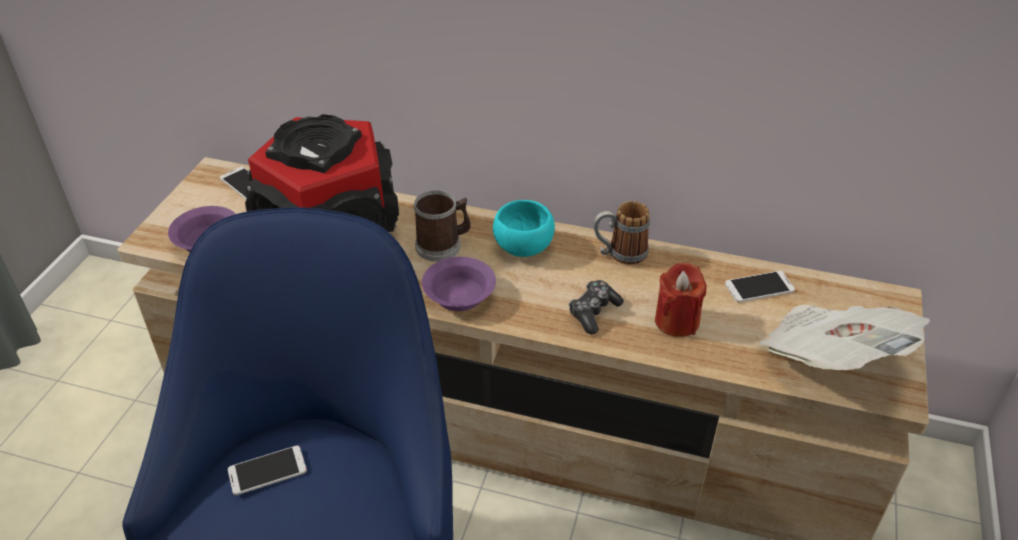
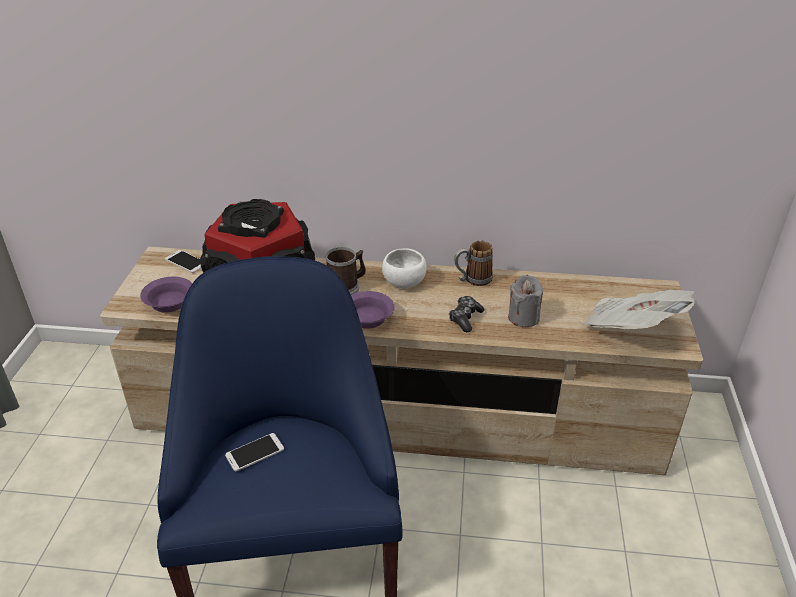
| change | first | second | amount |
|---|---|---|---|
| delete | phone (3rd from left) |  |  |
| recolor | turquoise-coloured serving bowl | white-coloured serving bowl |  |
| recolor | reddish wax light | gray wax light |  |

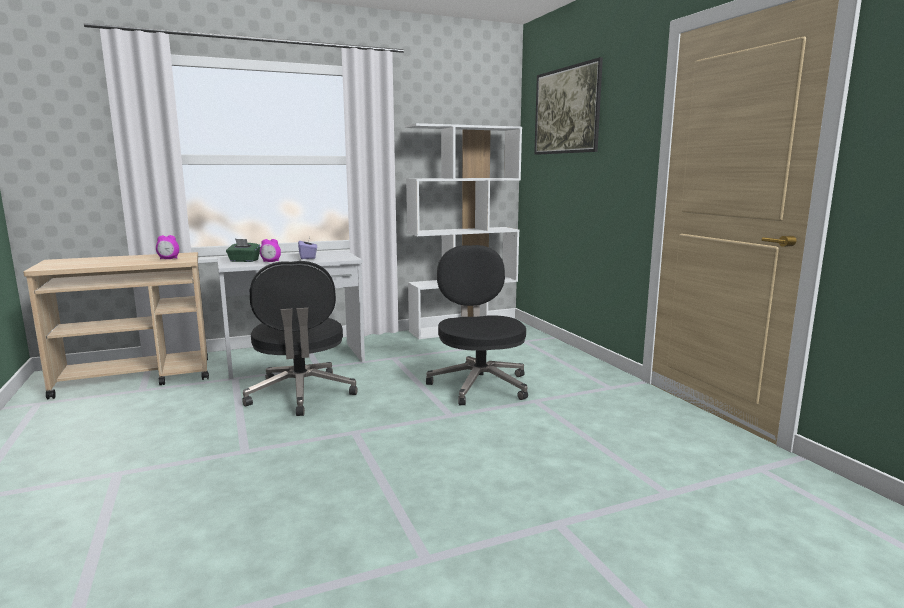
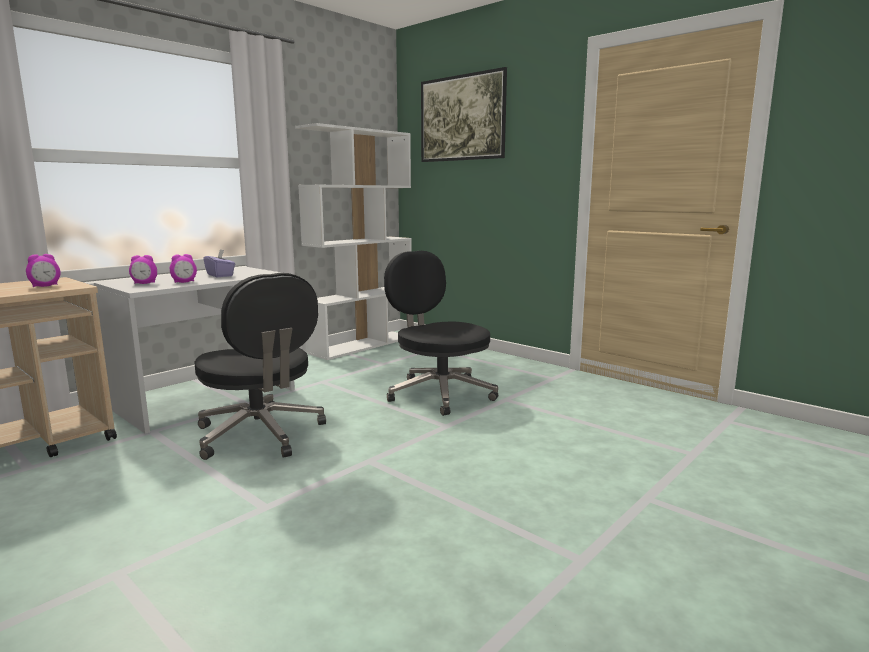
| change | first | second | amount |
|---|---|---|---|
| replace | green-coloured tissue holder | alarm clock (2nd from left) |  |

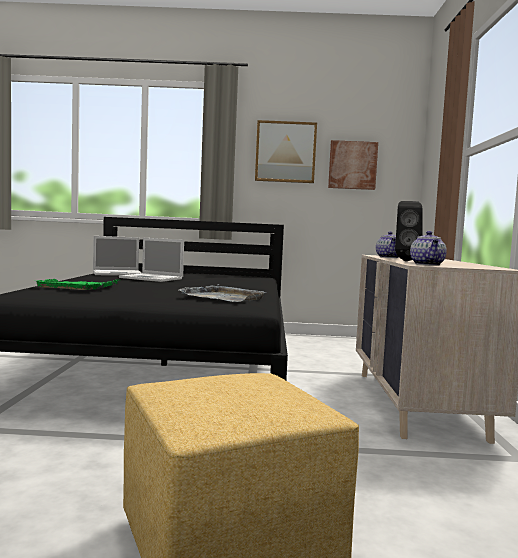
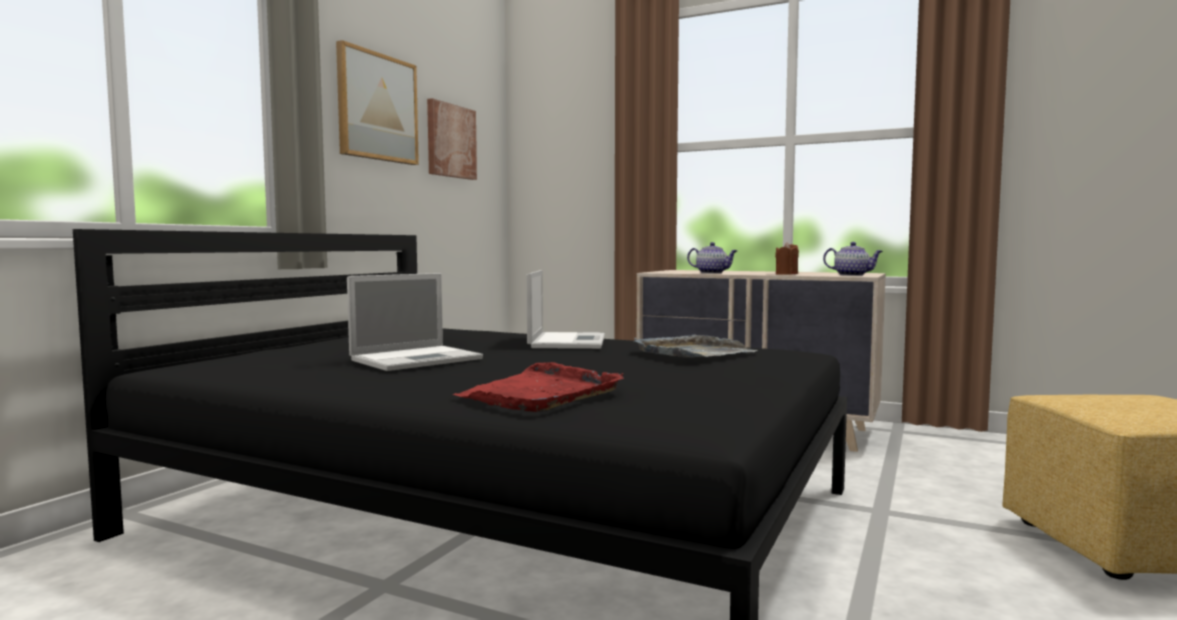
| change | first | second | amount |
|---|---|---|---|
| move | portable computer (1st from left in the first image) | portable computer (2nd from left) |  |
| replace | black-coloured speaker | brown-coloured wax light |  |
| recolor | green-coloured carrying tray | reddish carrying tray |  |

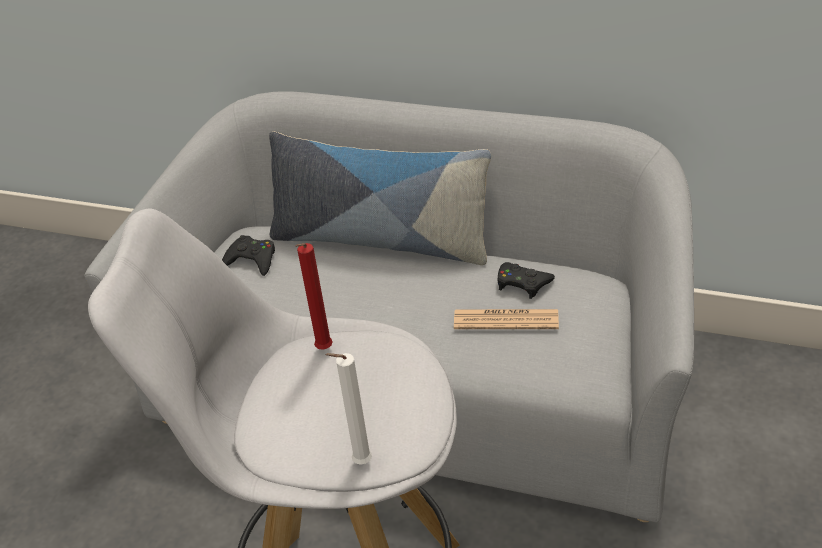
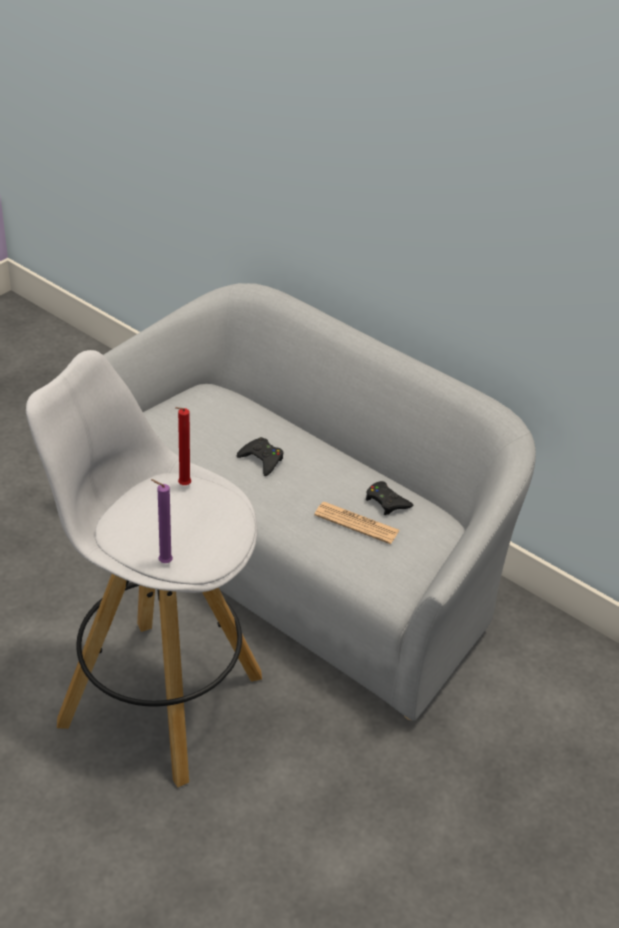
| change | first | second | amount |
|---|---|---|---|
| delete | cushion |  |  |
| move | black-coloured game controller (1st from left) |  |  |
| recolor | white-coloured wax light | purple wax light |  |

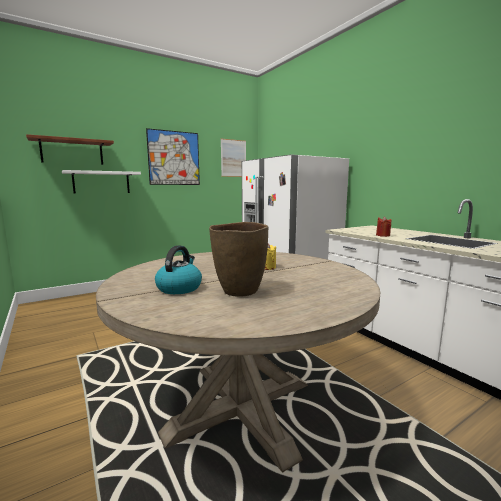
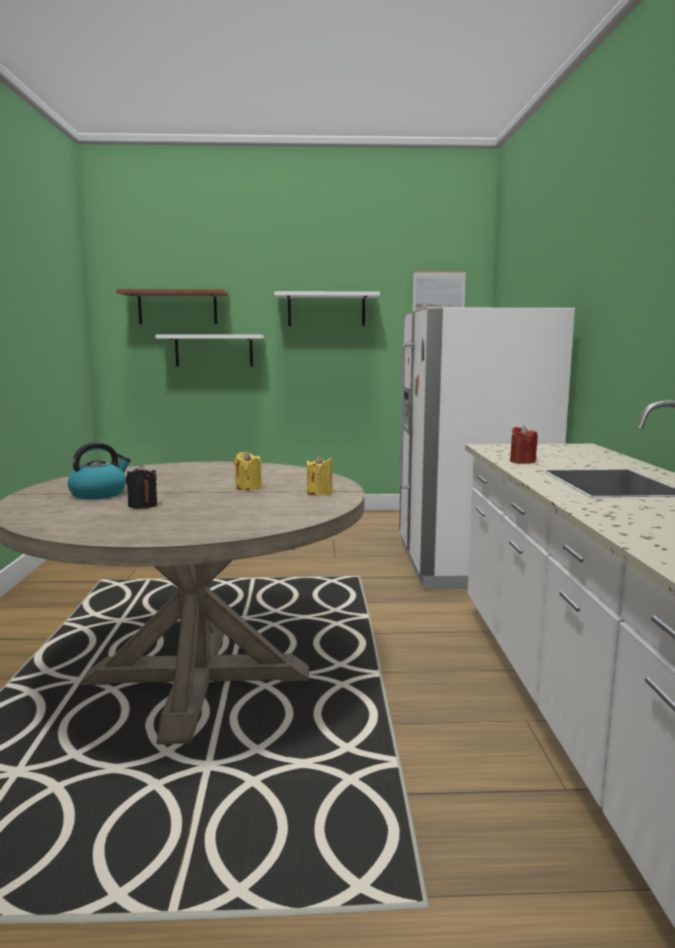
| change | first | second | amount |
|---|---|---|---|
| insert |  | yellow-coloured wax light (2nd from left) |  |
| replace | wall picture (1st from left) | white-coloured wall shelf (2nd from left) |  |
| replace | brown-coloured vase | black-coloured wax light |  |

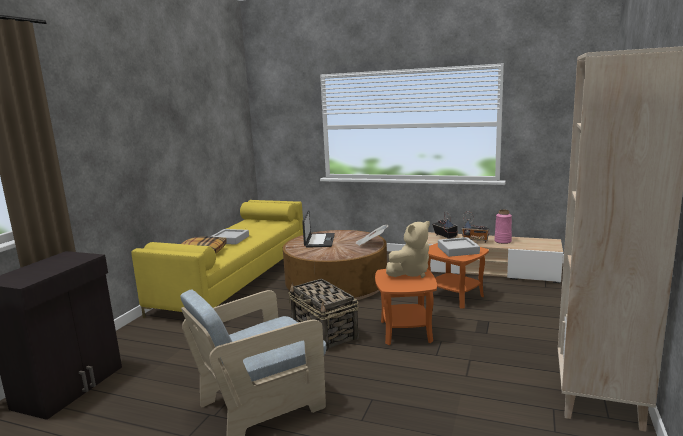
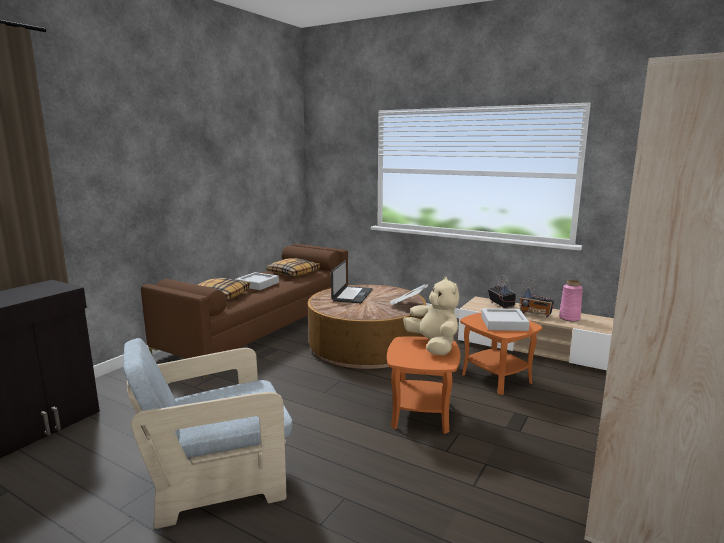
| change | first | second | amount |
|---|---|---|---|
| delete | household basket |  |  |
| insert |  | cushion (2nd from left) |  |
| recolor | yellow-coloured settee | brown-coloured settee |  |
| rotate | beige plush toy |  | 90 degrees counterclockwise |

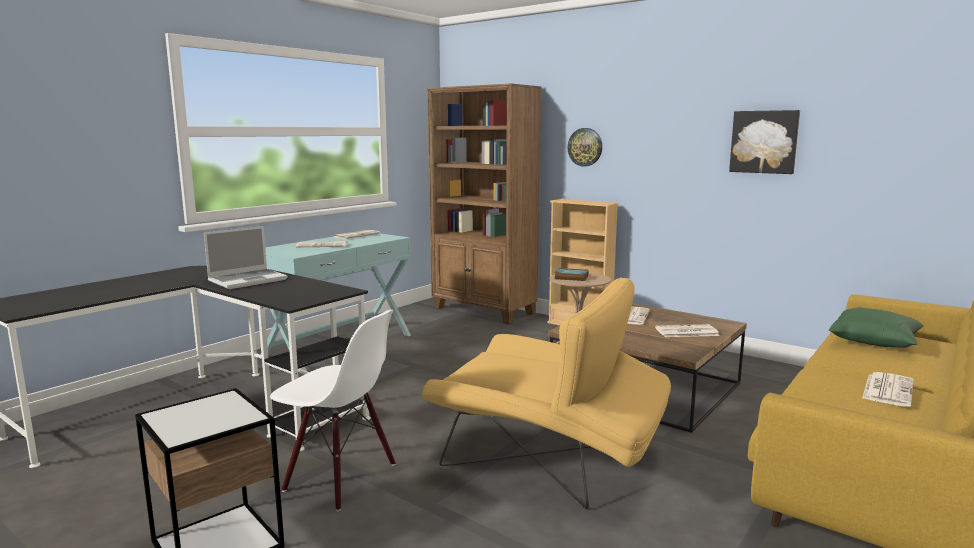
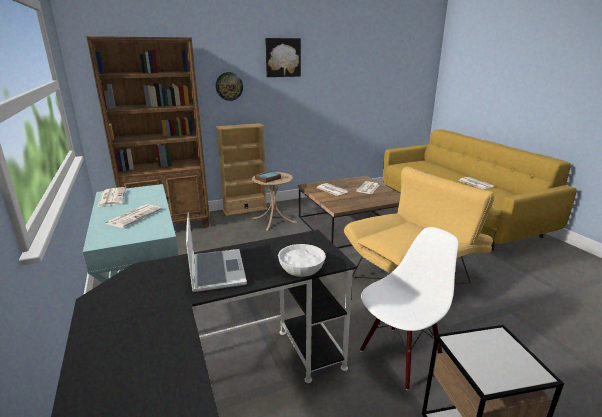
| change | first | second | amount |
|---|---|---|---|
| delete | green-coloured cushion |  |  |
| insert |  | white-coloured serving bowl |  |
| move | wall picture |  |  |

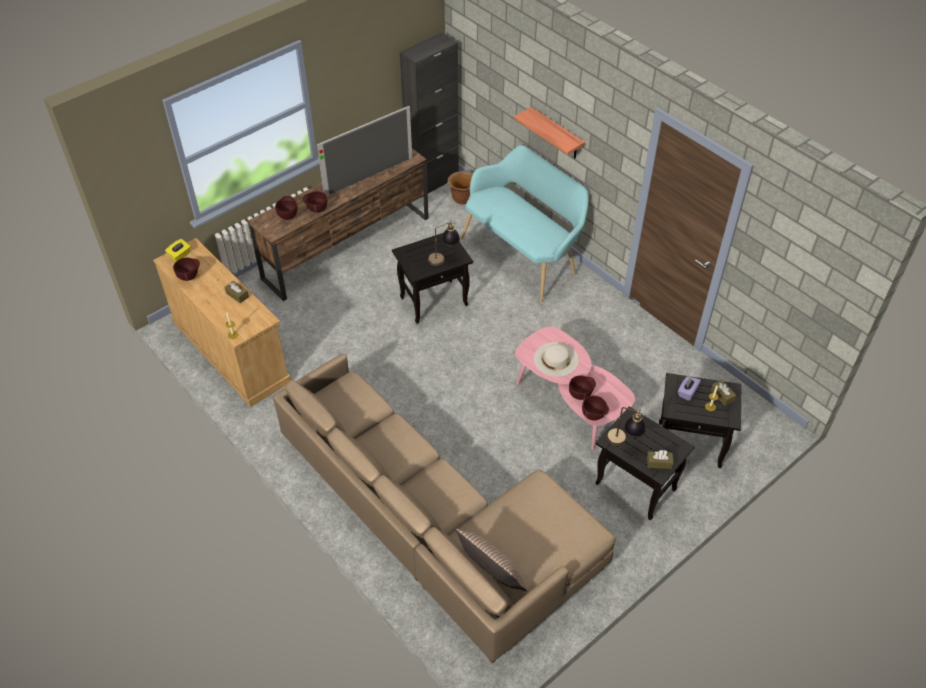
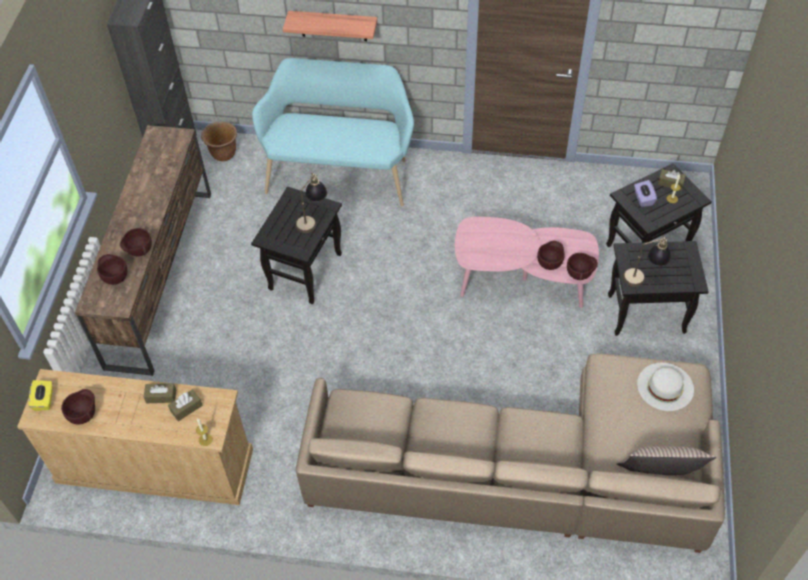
| change | first | second | amount |
|---|---|---|---|
| delete | TV |  |  |
| move | white-coloured hat |  |  |
| move | brown-coloured tissue holder (2nd from left) |  |  |

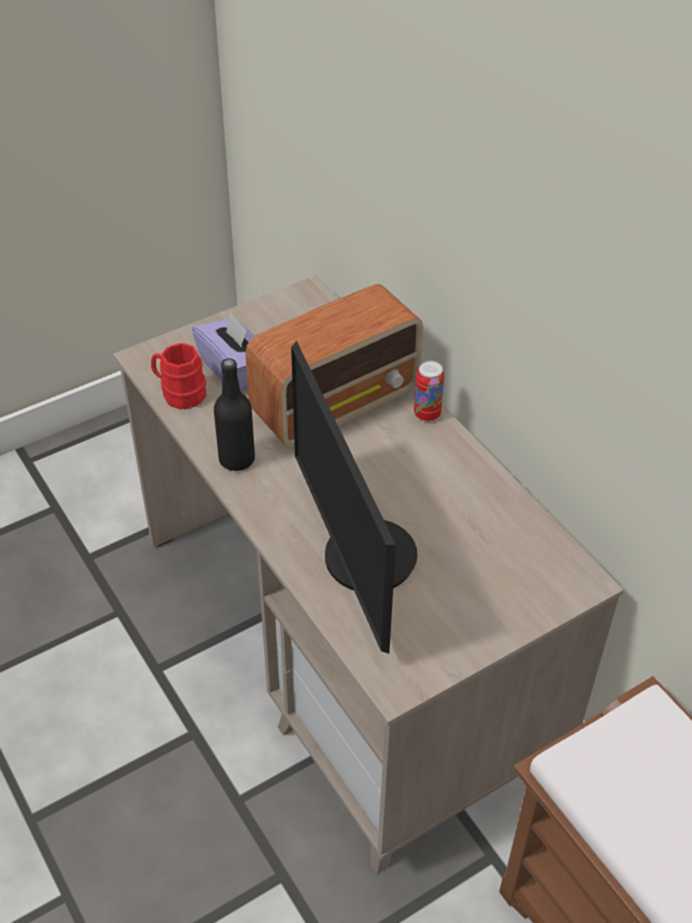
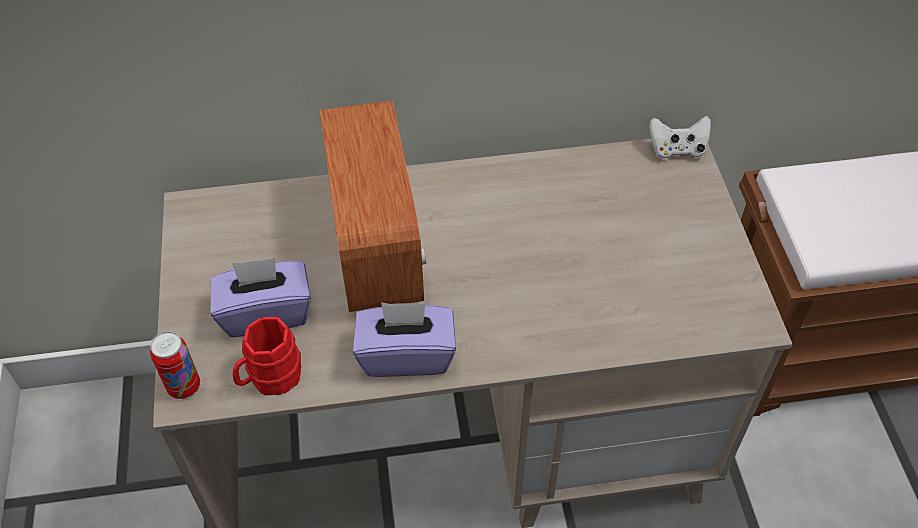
| change | first | second | amount |
|---|---|---|---|
| delete | monitor |  |  |
| insert |  | white-coloured game controller |  |
| move | can |  |  |
| replace | black-coloured beverage bottle | purple tissue holder (2nd from left) |  |

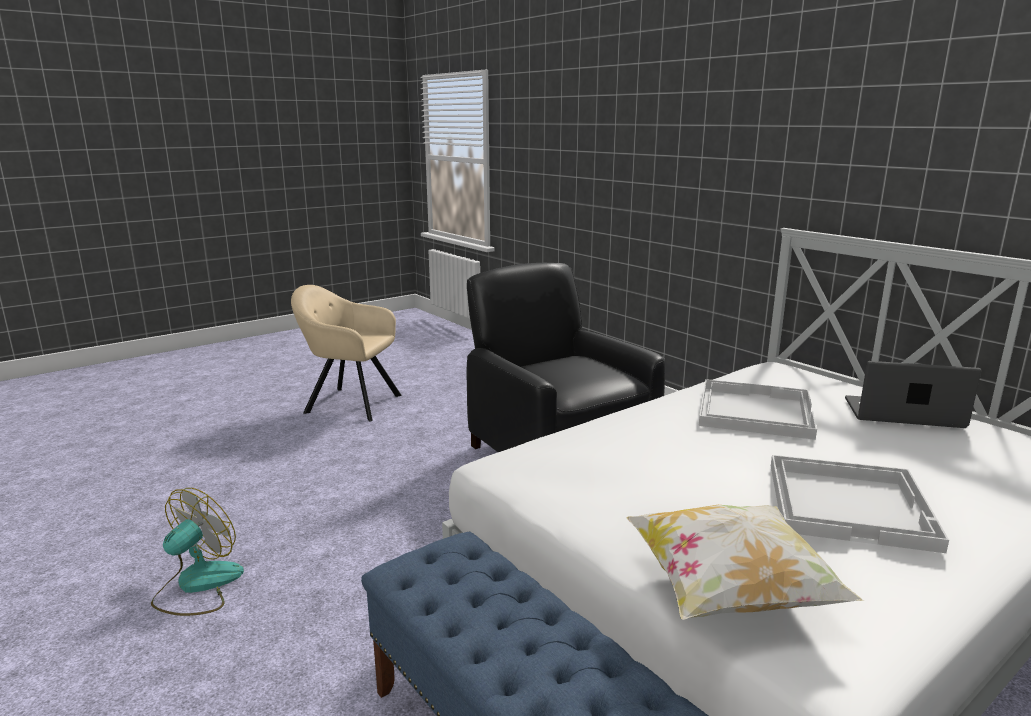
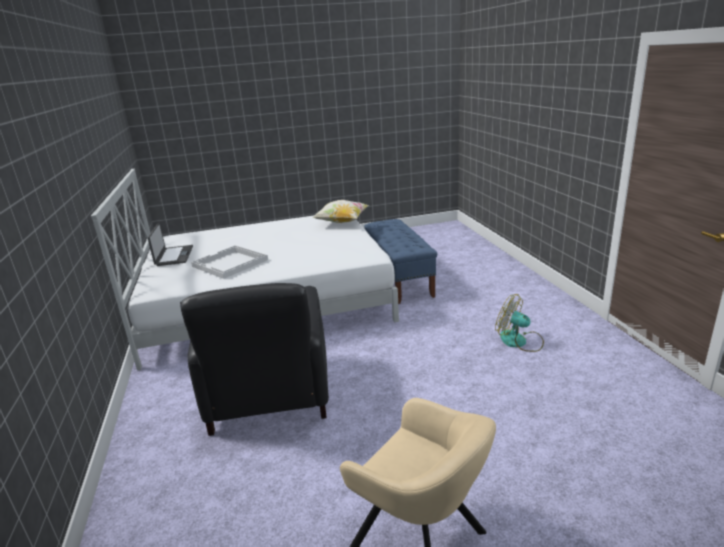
| change | first | second | amount |
|---|---|---|---|
| delete | white-coloured carrying tray (2nd from left) |  |  |
| rotate | fan |  | 75 degrees clockwise |
| rotate | portable computer |  | 135 degrees counterclockwise |

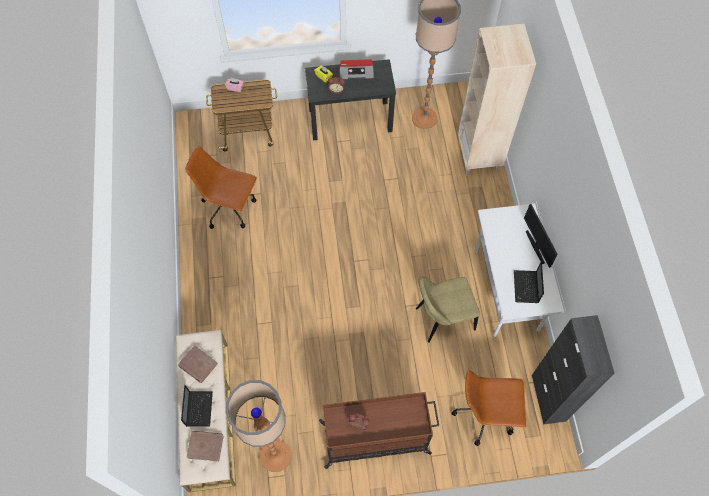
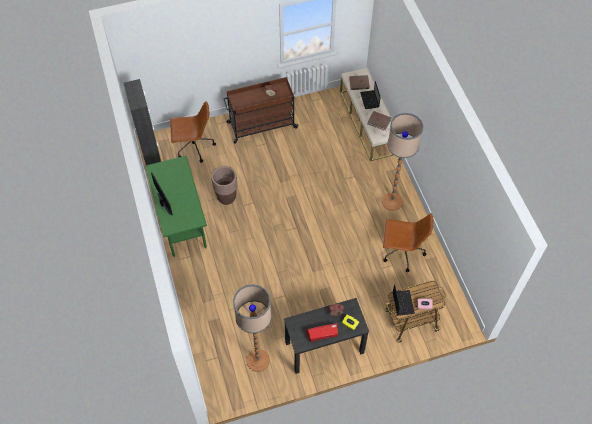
| change | first | second | amount |
|---|---|---|---|
| delete | beige shelving unit |  |  |
| move | standing lamp (1st from left in the first image) | standing lamp (2nd from left) |  |
| move | portable computer (2nd from left) |  |  |
| replace | beige plain chair | brown-coloured plant pot |  |
| recolor | white-coloured desk table | green-coloured desk table |  |

